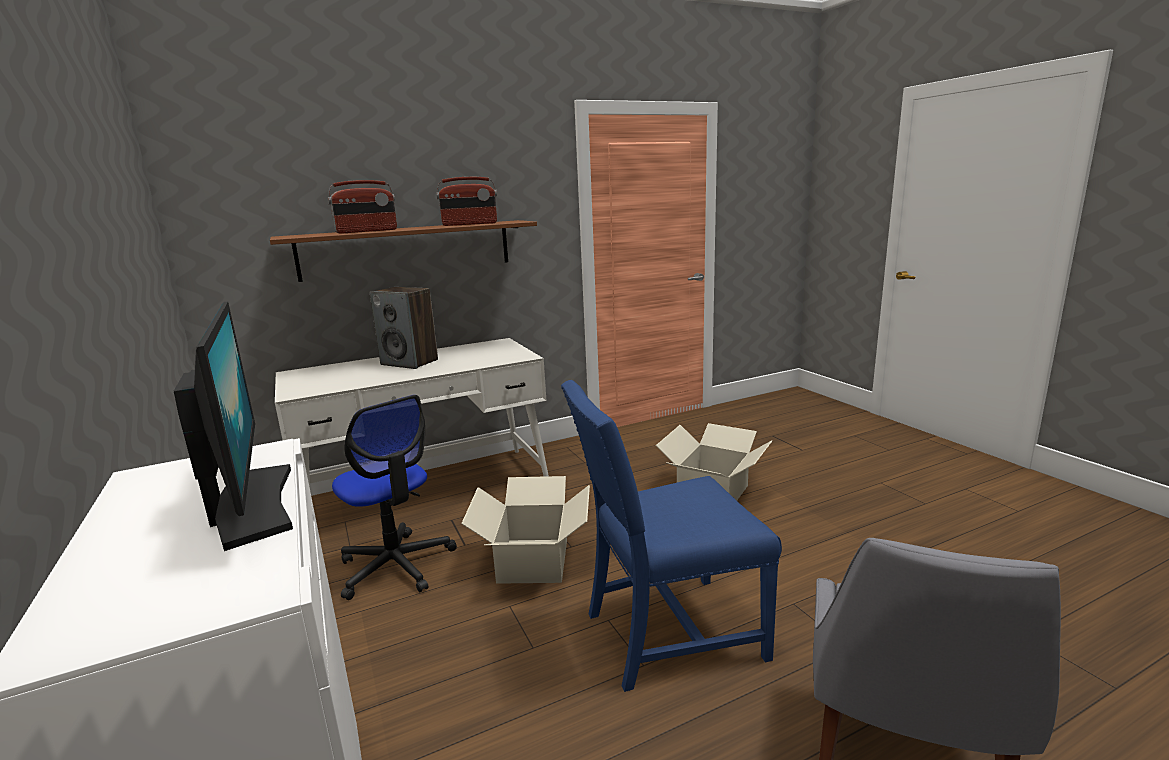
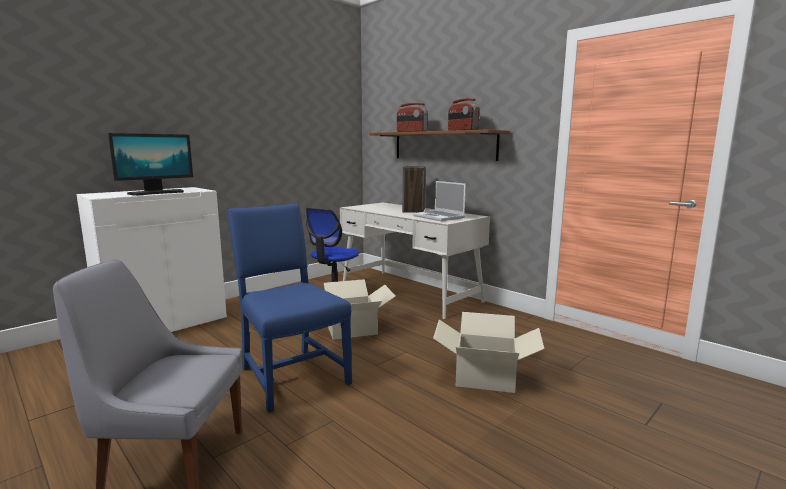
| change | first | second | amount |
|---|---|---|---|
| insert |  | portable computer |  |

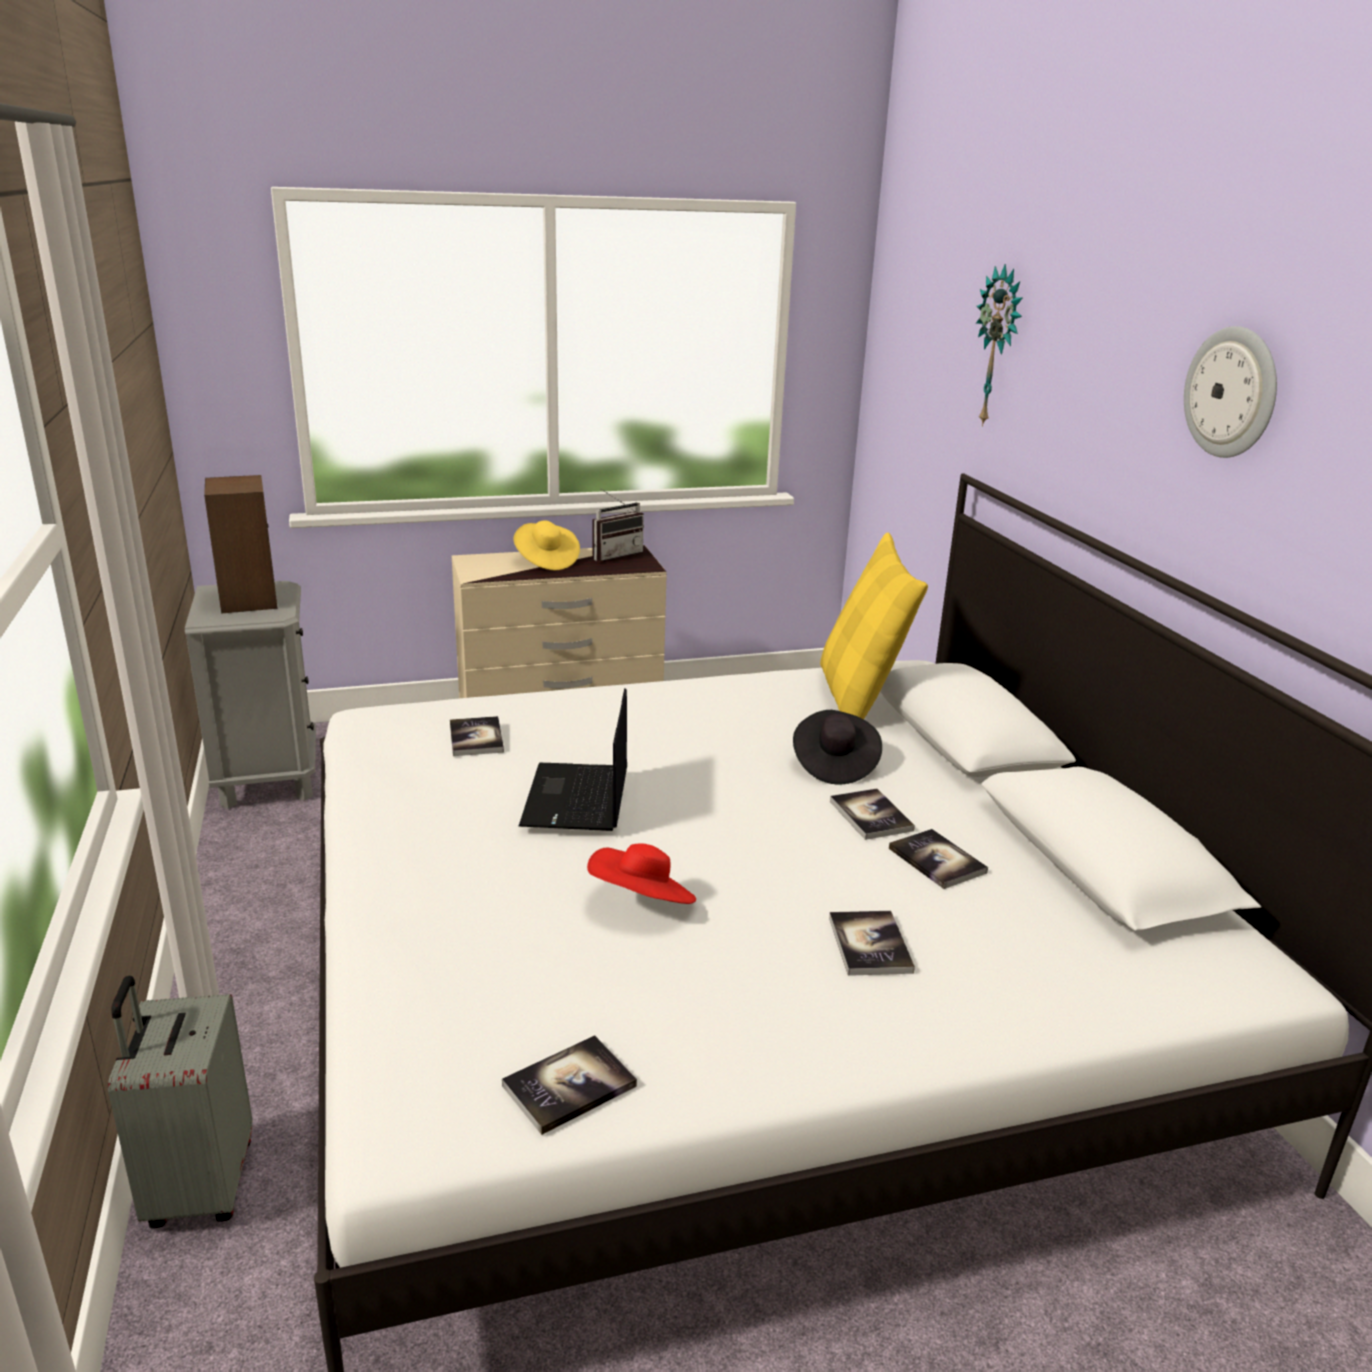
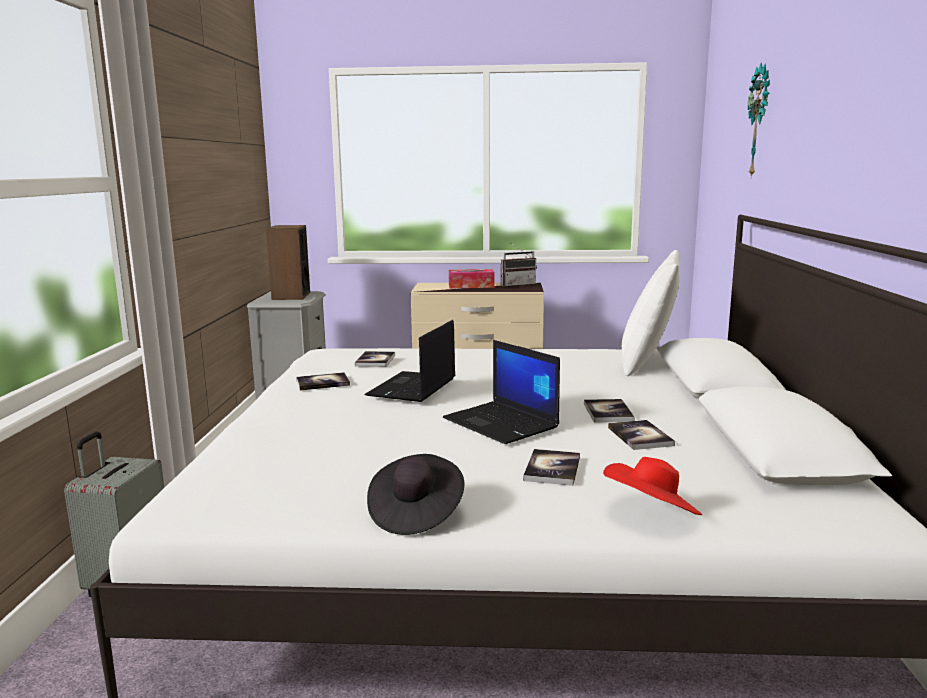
| change | first | second | amount |
|---|---|---|---|
| delete | clock on the wall (2nd from left) |  |  |
| insert |  | portable computer (2nd from left) |  |
| move | book (2nd from left in the first image) | book (1st from left) |  |
| move | reddish hat |  |  |
| move | black-coloured hat |  |  |
| replace | yellow-coloured hat | tissue holder |  |
| recolor | yellow-coloured cushion | white-coloured cushion |  |

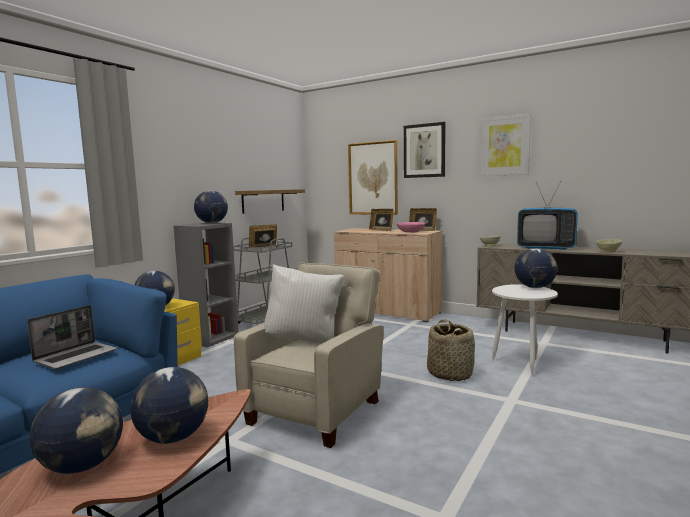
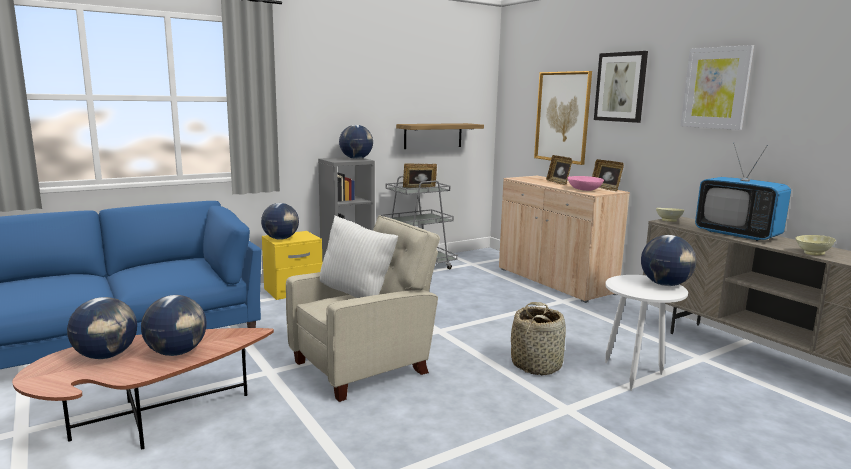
| change | first | second | amount |
|---|---|---|---|
| delete | portable computer |  |  |

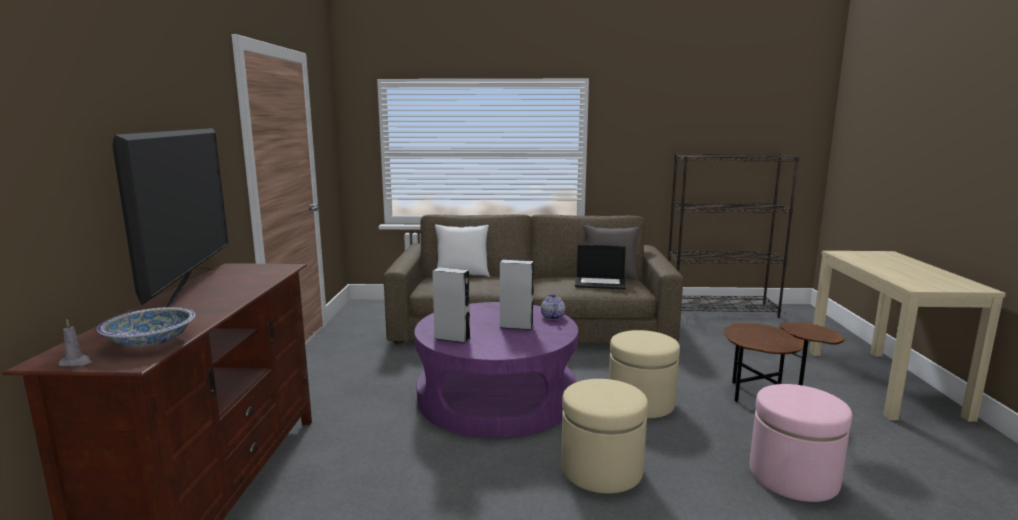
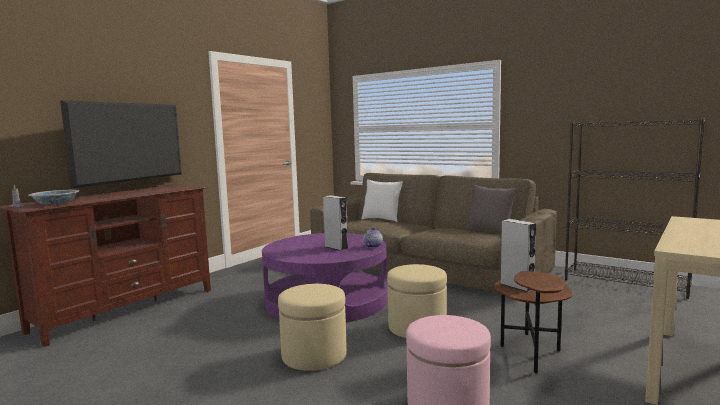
| change | first | second | amount |
|---|---|---|---|
| delete | portable computer |  |  |
| move | gray speaker (1st from left in the first image) | gray speaker (2nd from left) |  |

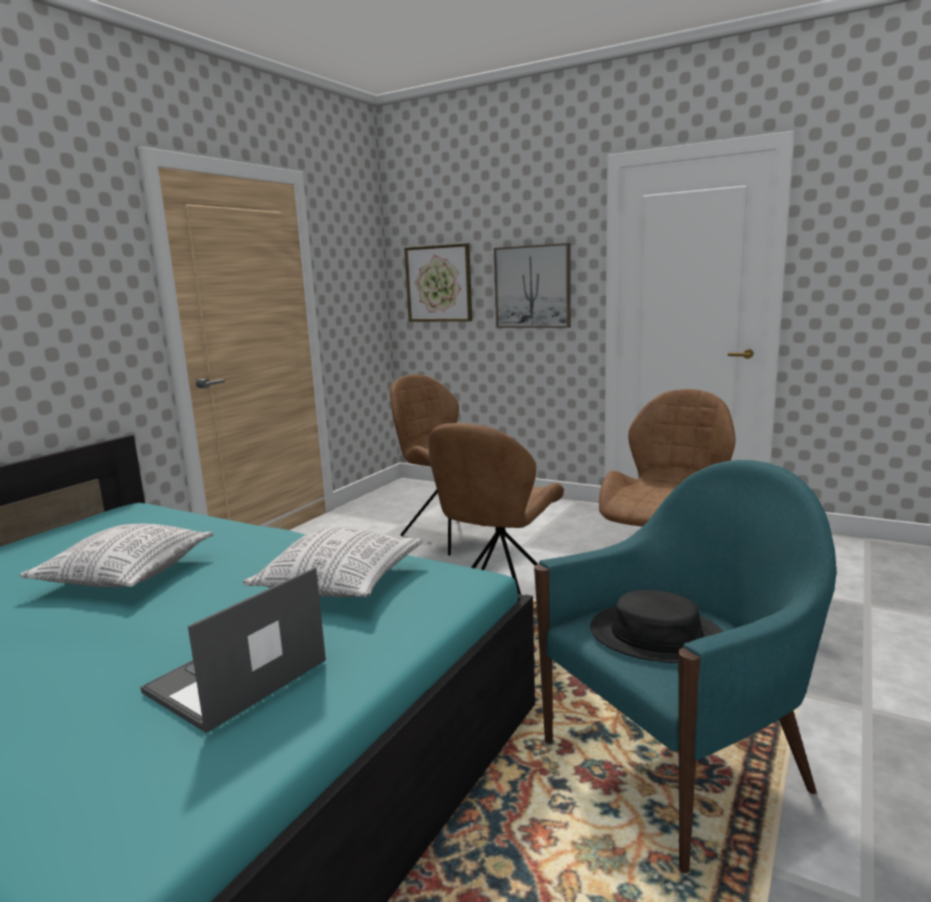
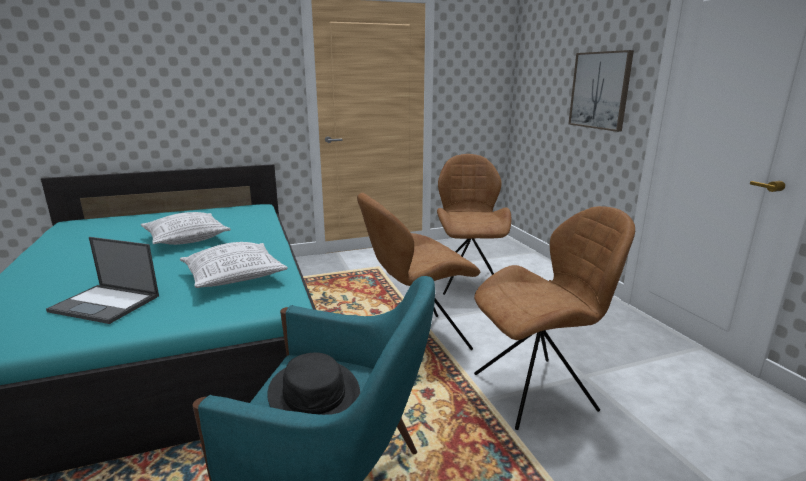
| change | first | second | amount |
|---|---|---|---|
| delete | wall picture (1st from left) |  |  |
| rotate | portable computer |  | 150 degrees counterclockwise |

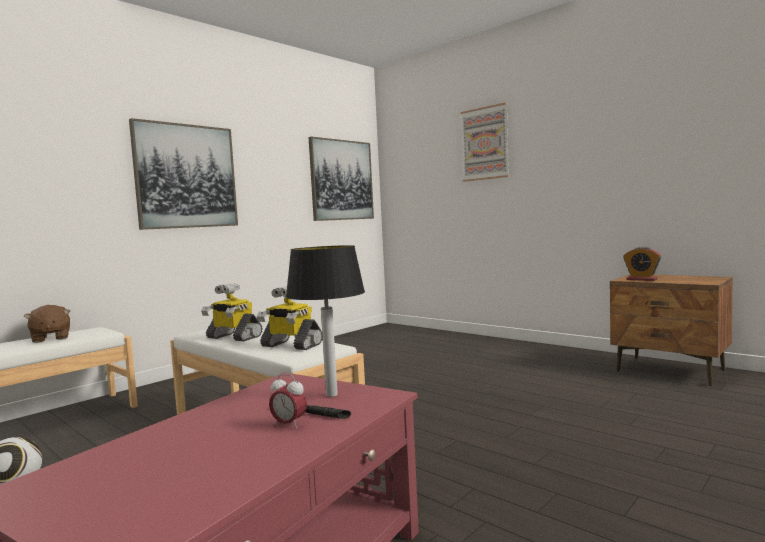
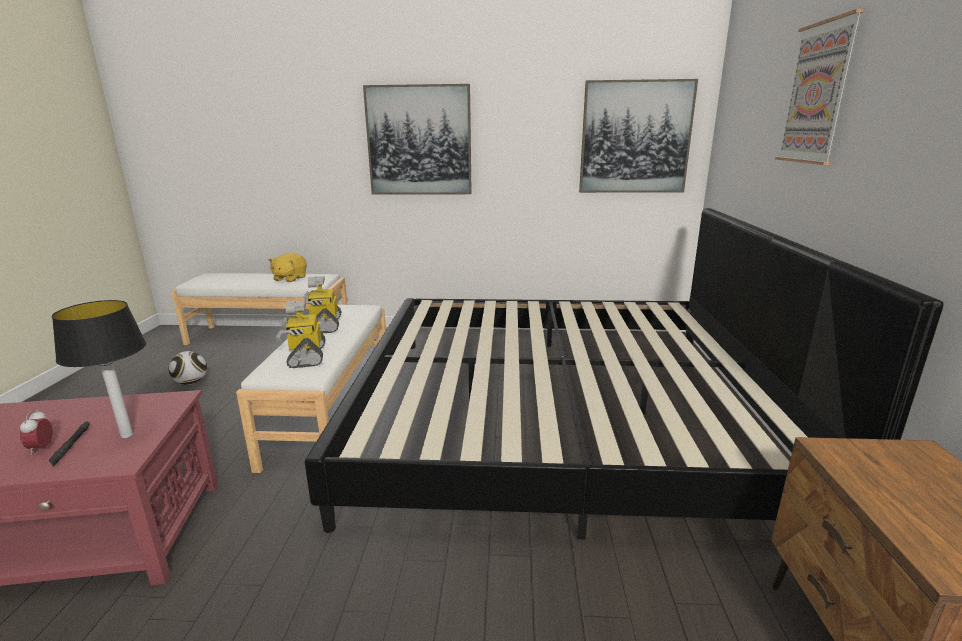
| change | first | second | amount |
|---|---|---|---|
| delete | alarm clock (2nd from left) |  |  |
| insert |  | sleeping bed |  |
| recolor | brown-coloured plush toy | yellow-coloured plush toy |  |

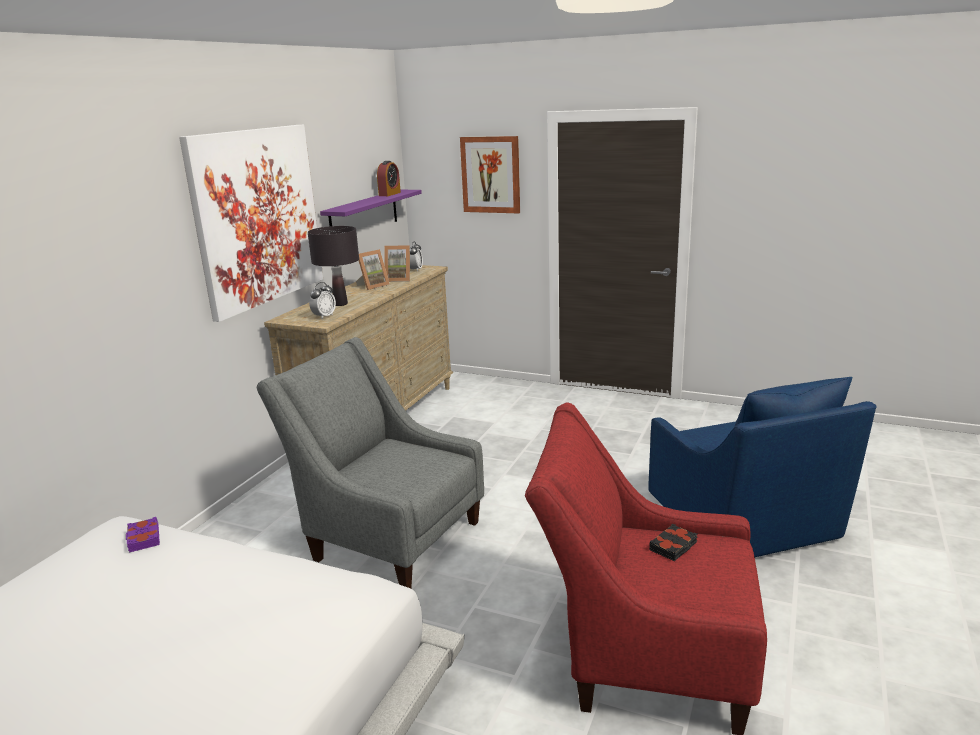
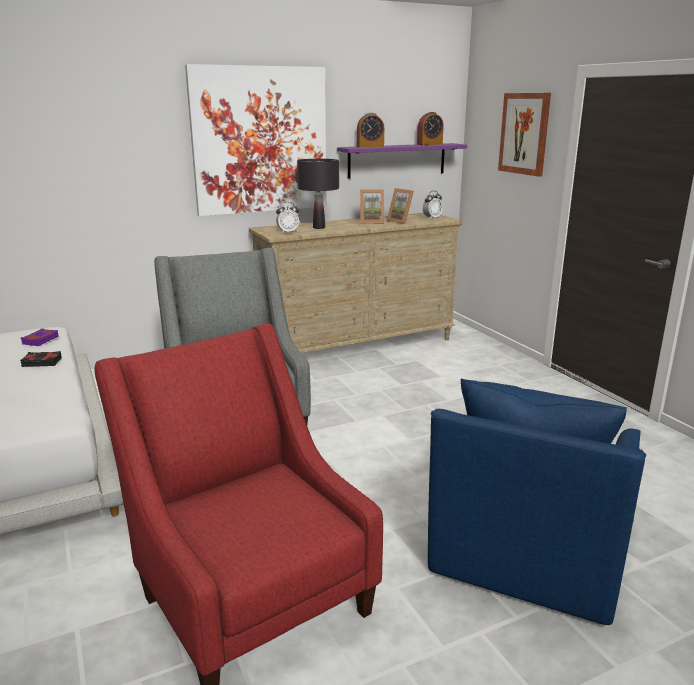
| change | first | second | amount |
|---|---|---|---|
| insert |  | alarm clock (2nd from left) |  |
| move | black-coloured book |  |  |

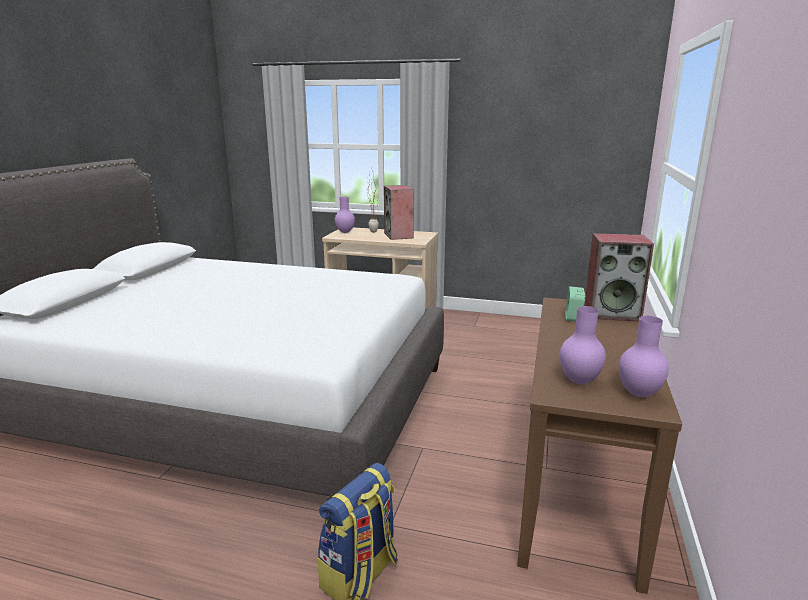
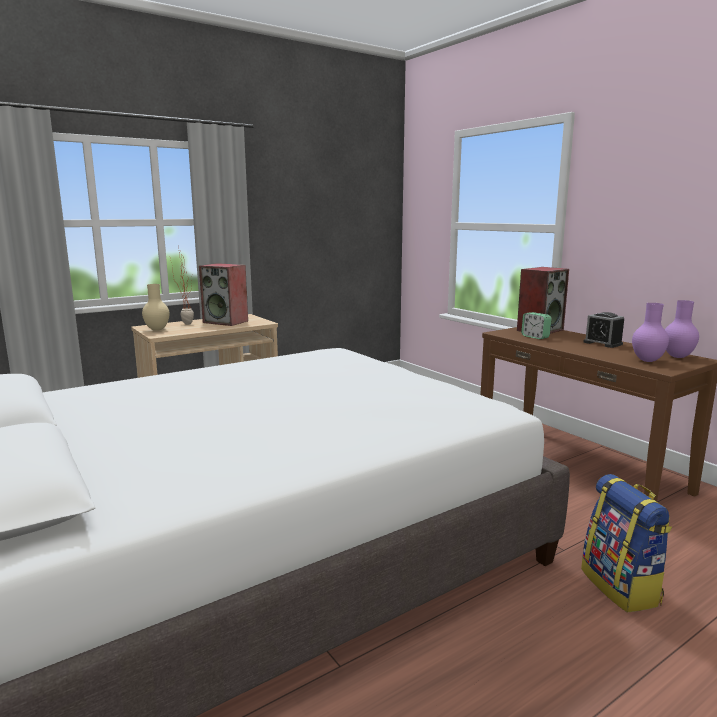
| change | first | second | amount |
|---|---|---|---|
| insert |  | alarm clock (2nd from left) |  |
| recolor | purple vase (1st from left) | beige vase |  |

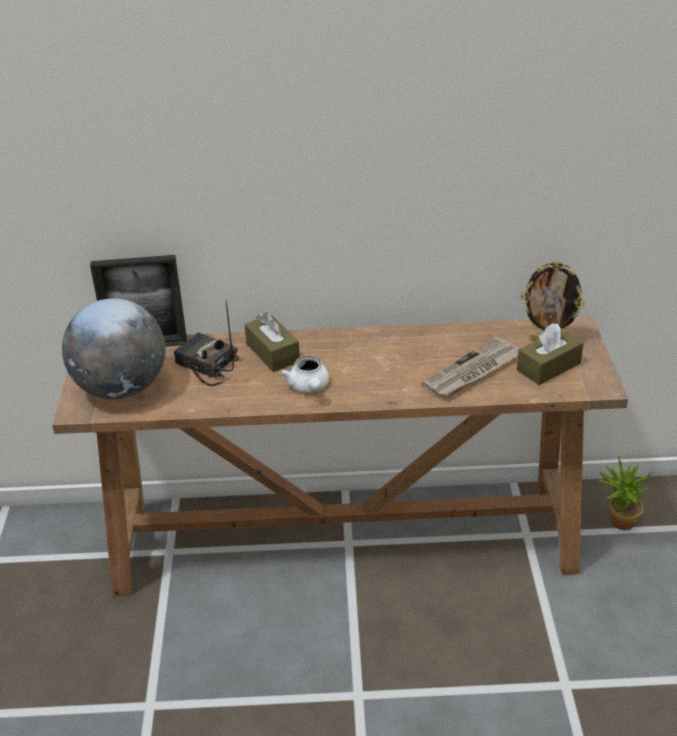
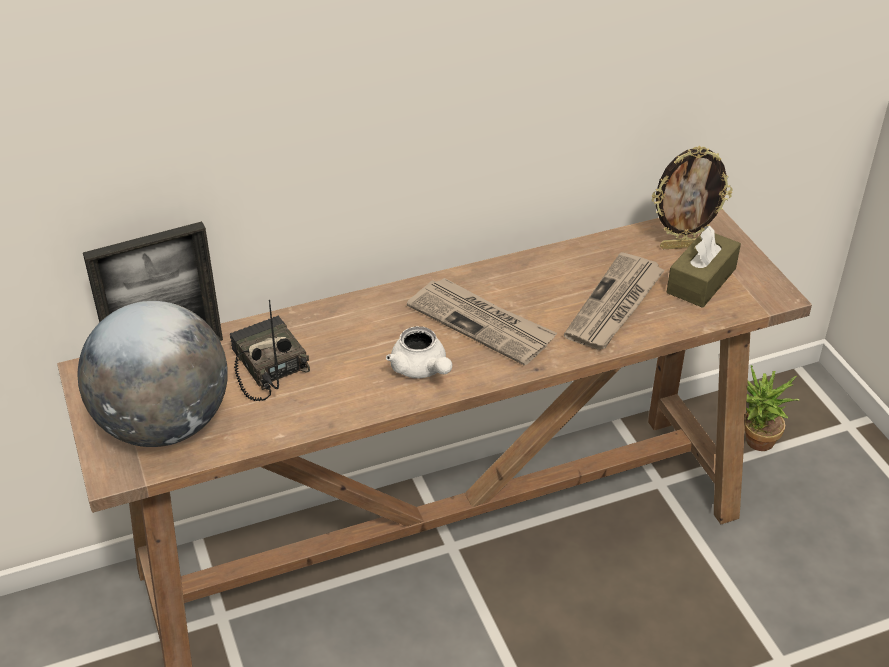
| change | first | second | amount |
|---|---|---|---|
| delete | brown-coloured tissue holder (1st from left) |  |  |
| insert |  | daily paper (1st from left) |  |
| rotate | radio receiver |  | 45 degrees clockwise |

